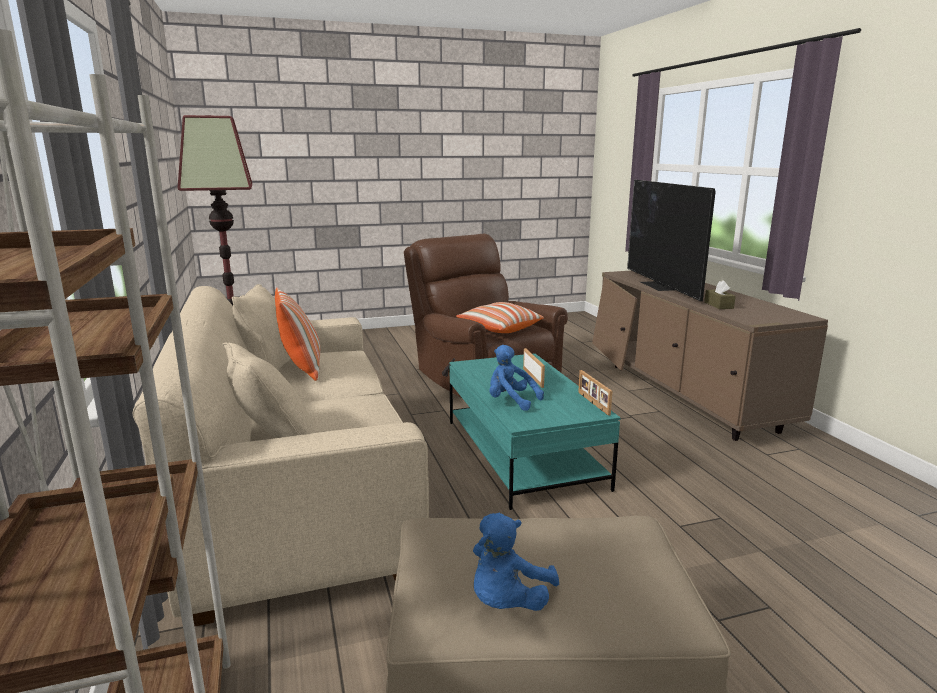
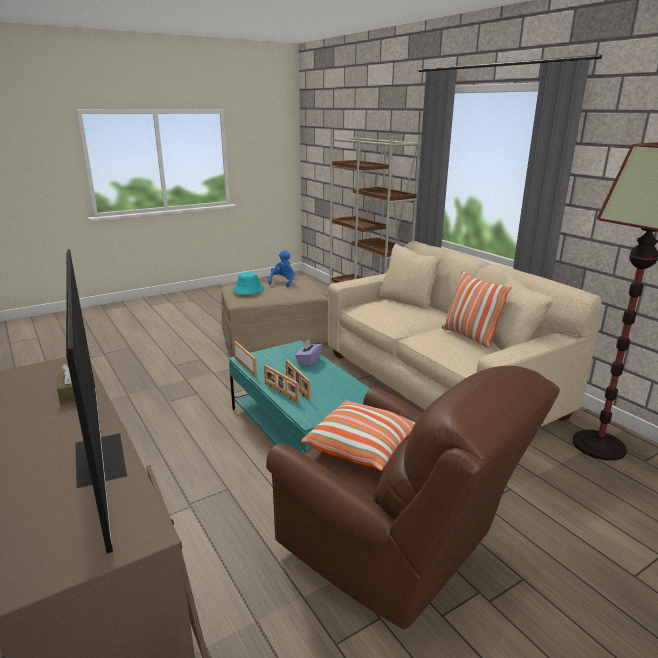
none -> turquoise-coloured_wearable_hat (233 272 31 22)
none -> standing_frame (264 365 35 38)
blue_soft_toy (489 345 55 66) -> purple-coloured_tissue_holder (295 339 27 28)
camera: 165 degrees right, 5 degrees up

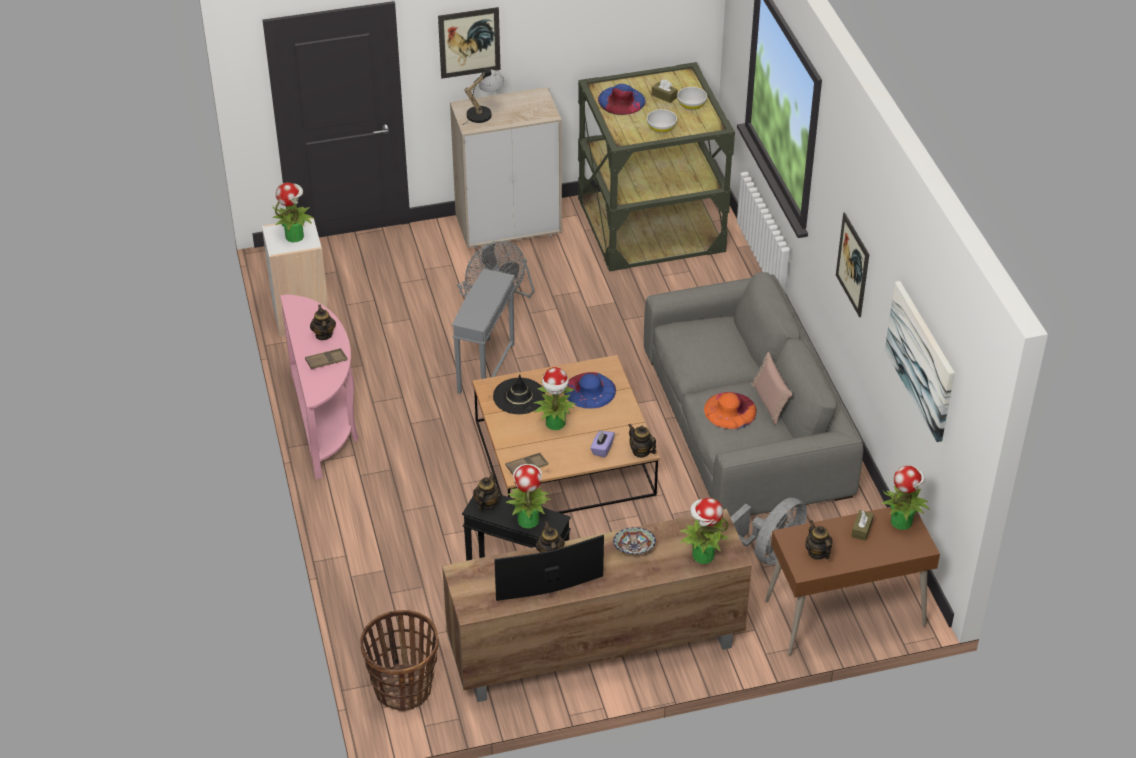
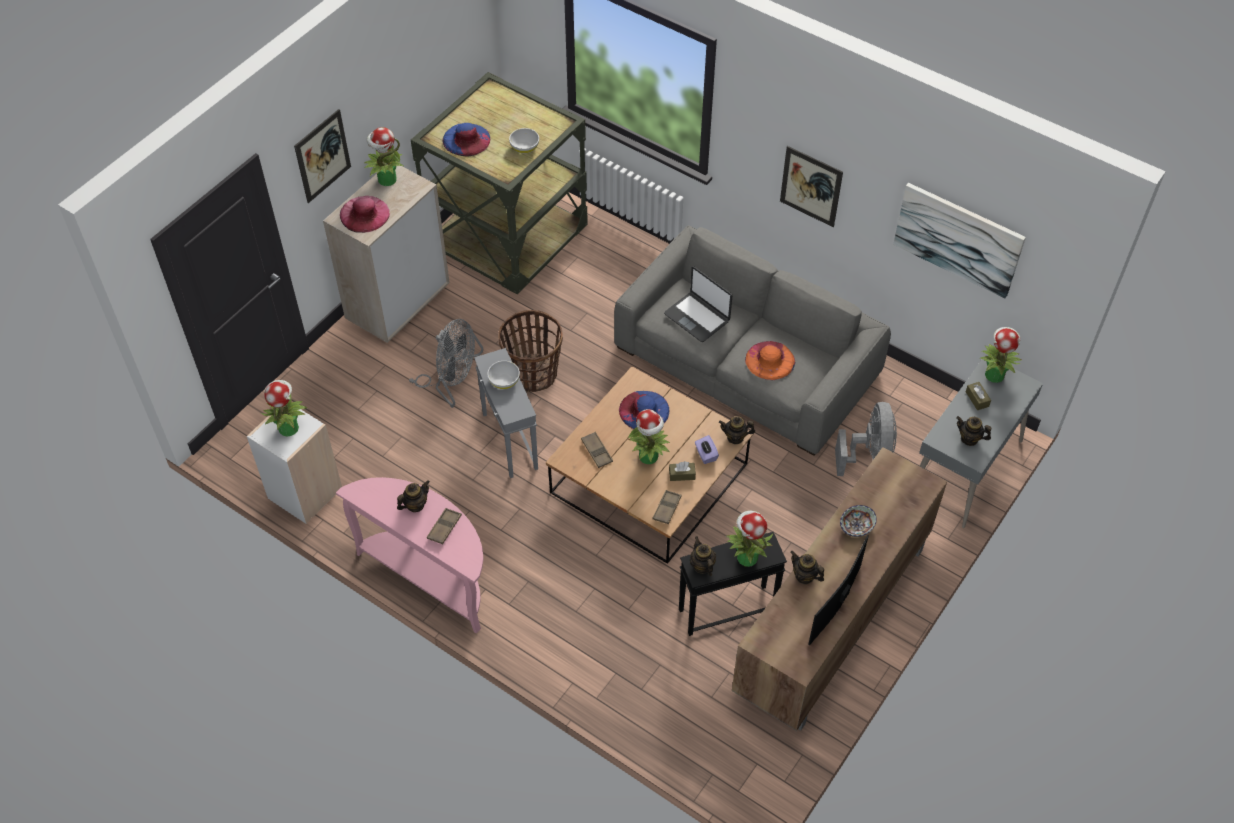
sand-coloured_pillow (750 352 42 73) -> none
none -> laptop (664 266 69 76)
household_basket (361 610 78 101) -> household_basket (498 310 65 82), move
brown-coloured_tissue_holder (652 79 26 24) -> brown-coloured_tissue_holder (669 461 27 20), move
white-coloured_bowl (677 87 30 23) -> white-coloured_bowl (487 361 33 28), move
houseplant (679 498 50 66) -> houseplant (364 127 39 59), move
tabletop_lamp (464 68 40 56) -> pink-coloured_wearable_hat (340 196 50 37)
blackish_wearable_hat (493 374 52 40) -> brown-coloured_tray (581 432 32 36)
brown-coloured_desk_table (765 507 175 148) -> greyish_desk_table (919 355 124 173)
pot_for_tea (310 305 26 35) -> pot_for_tea (397 480 33 32), 105 degrees clockwise
camera: 40 degrees left, 10 degrees up

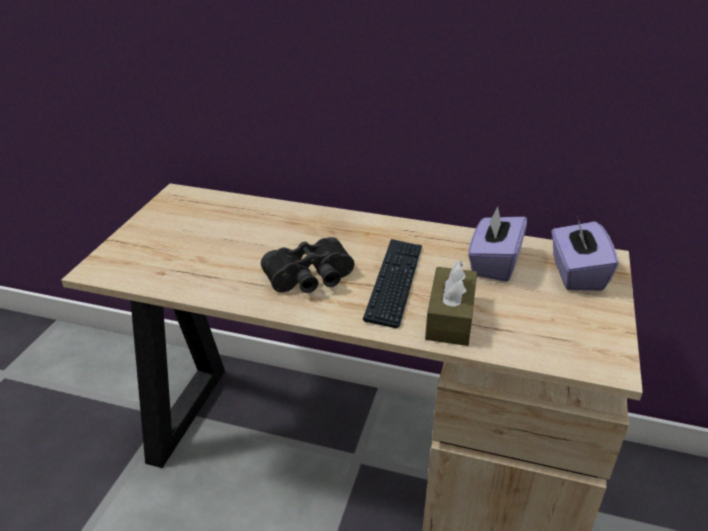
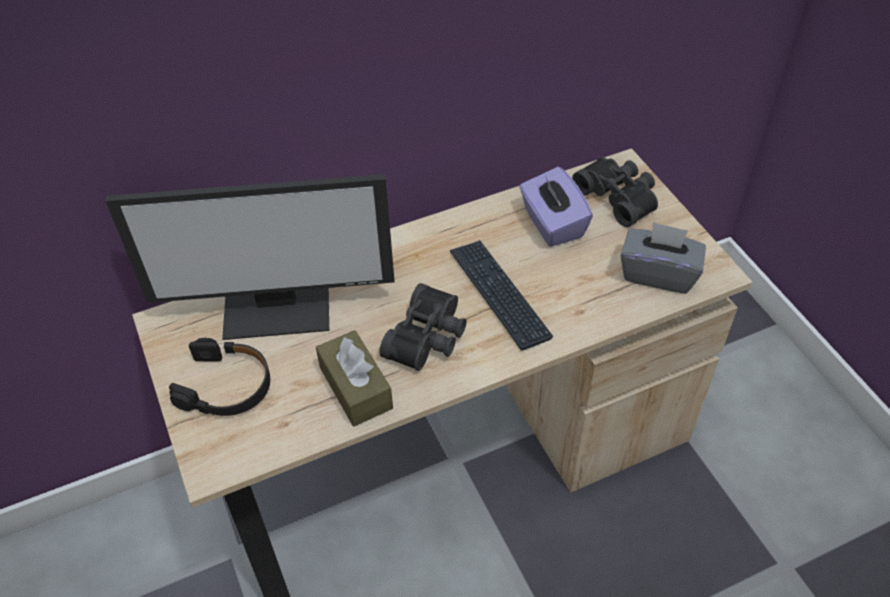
none -> monitor (105 174 290 166)
none -> blackish_headphones (169 338 101 78)
none -> greyish_tissue_holder (621 221 85 72)
brown-coloured_tissue_holder (425 260 52 86) -> brown-coloured_tissue_holder (316 330 77 96), move
purple-coloured_tissue_holder (551 216 67 75) -> blackish_binoculars (572 157 86 70)
camera: 40 degrees left, 15 degrees up

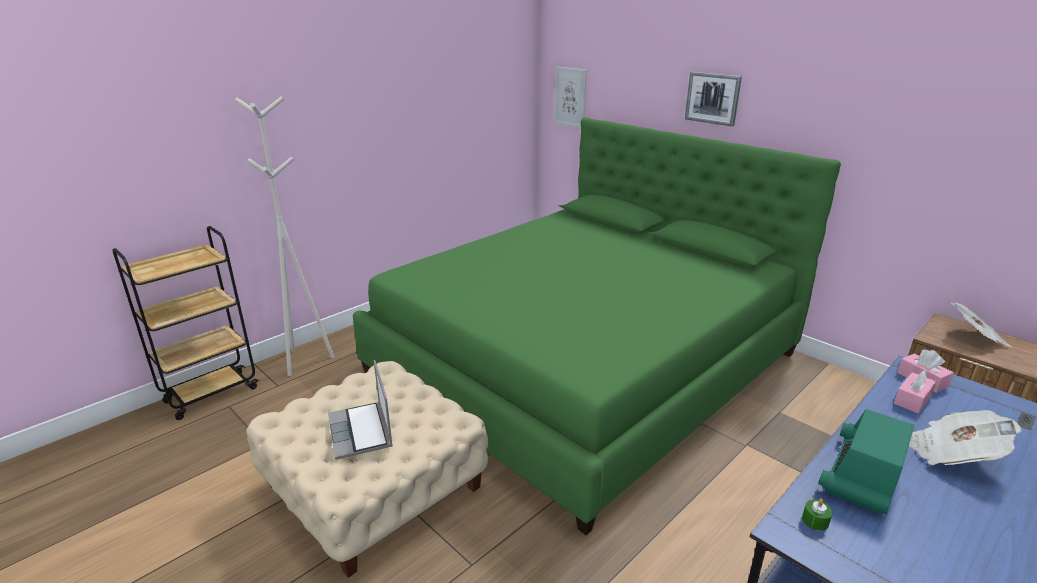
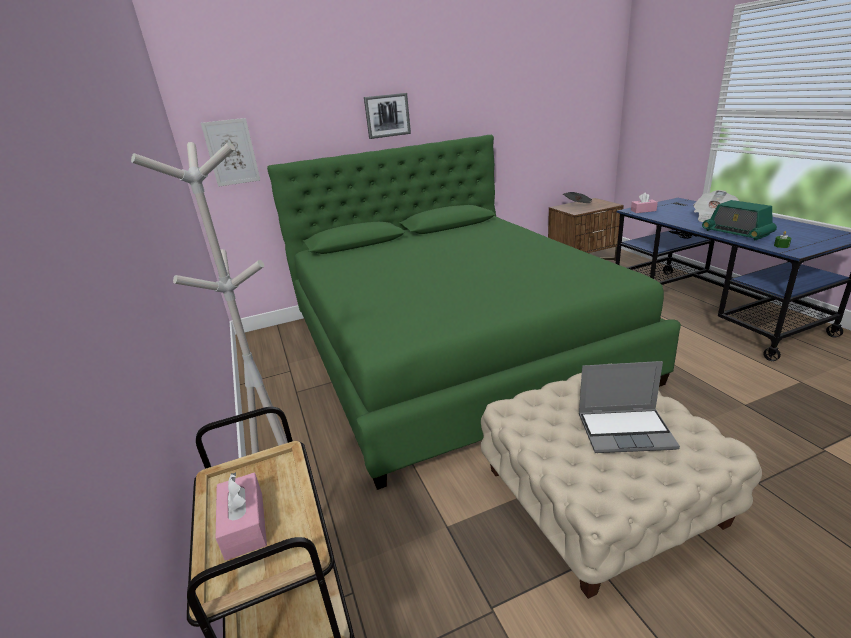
pink-coloured_tissue_holder (894 370 43 43) -> pink-coloured_tissue_holder (216 472 51 89), move
camera: 65 degrees left, 0 degrees up

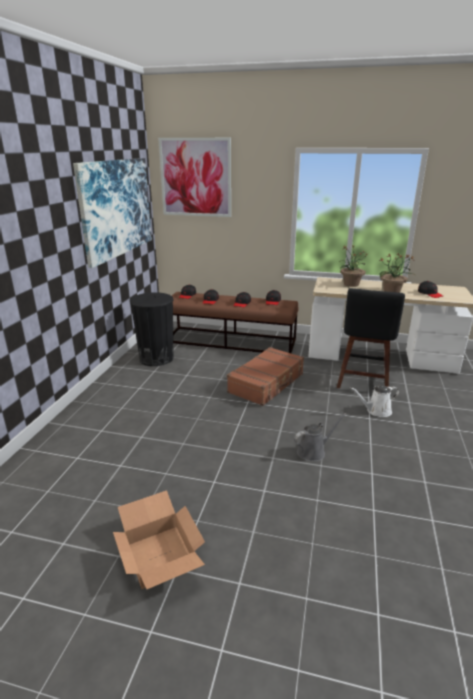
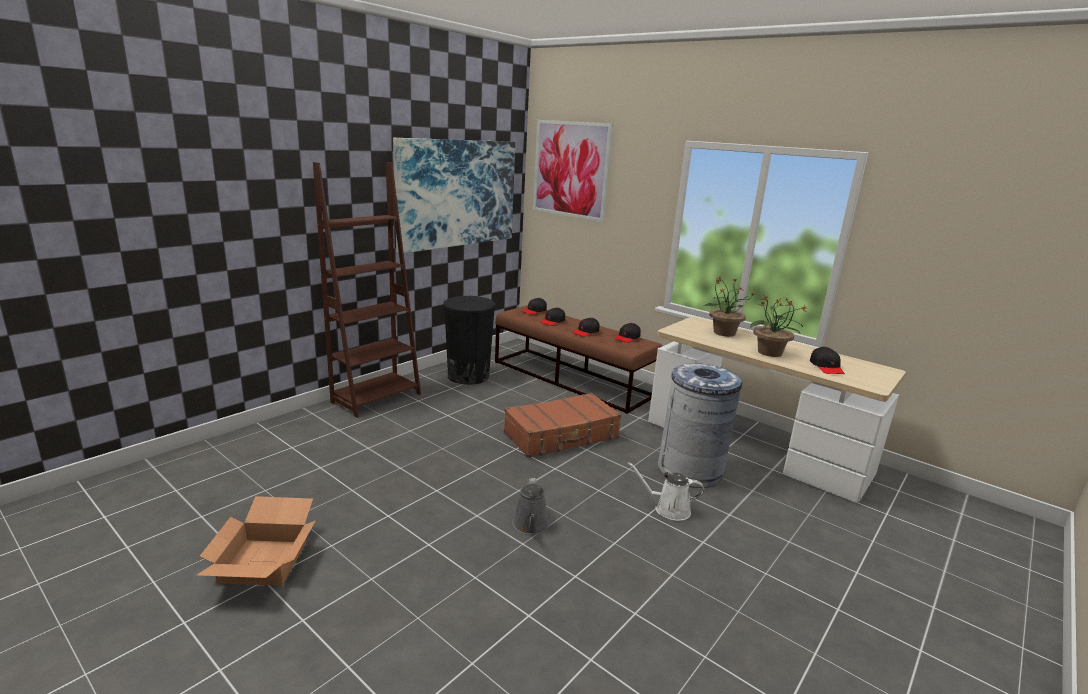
none -> brown-coloured_bookshelf (313 162 108 256)
blackish_sitting_stool (337 288 68 100) -> greyish_rubbish_bin (658 363 84 125)
greyish_watering_pot (294 413 52 48) -> greyish_watering_pot (513 478 36 57), 90 degrees clockwise
camera: 25 degrees right, 5 degrees down

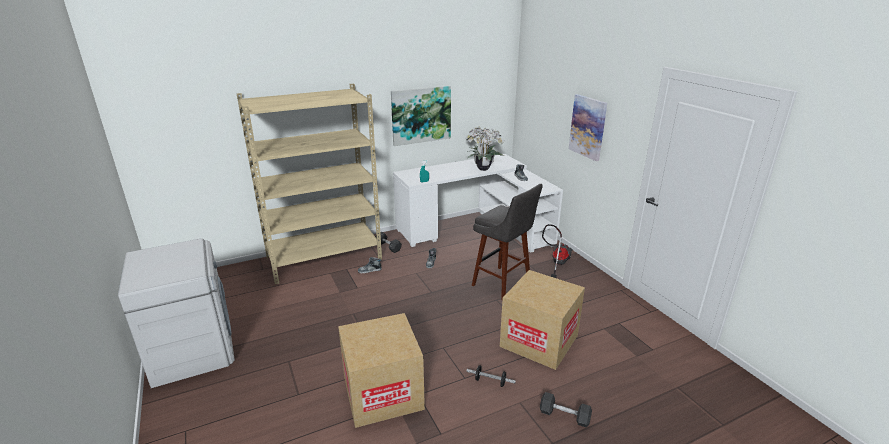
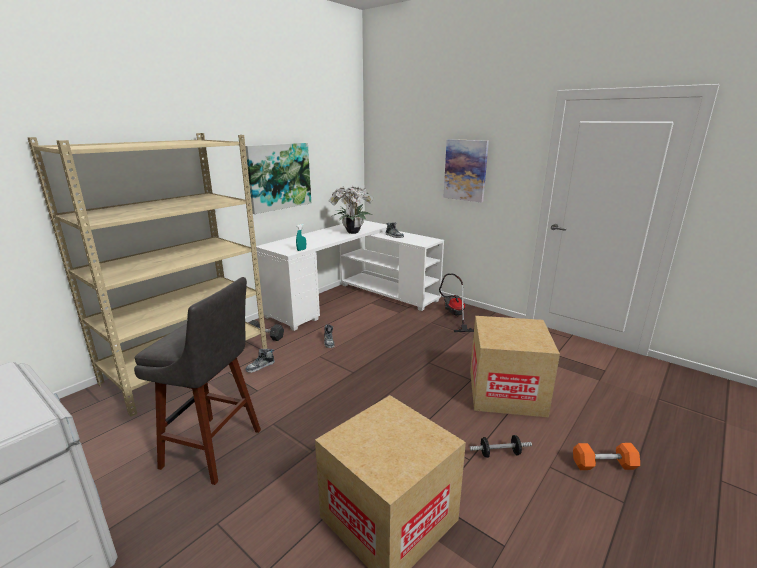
greyish_sitting_stool (472 184 71 116) -> greyish_sitting_stool (134 277 127 208), move
greyish_free_weight (540 392 52 35) -> orange-coloured_free_weight (573 443 67 27)
camera: 25 degrees left, 5 degrees down

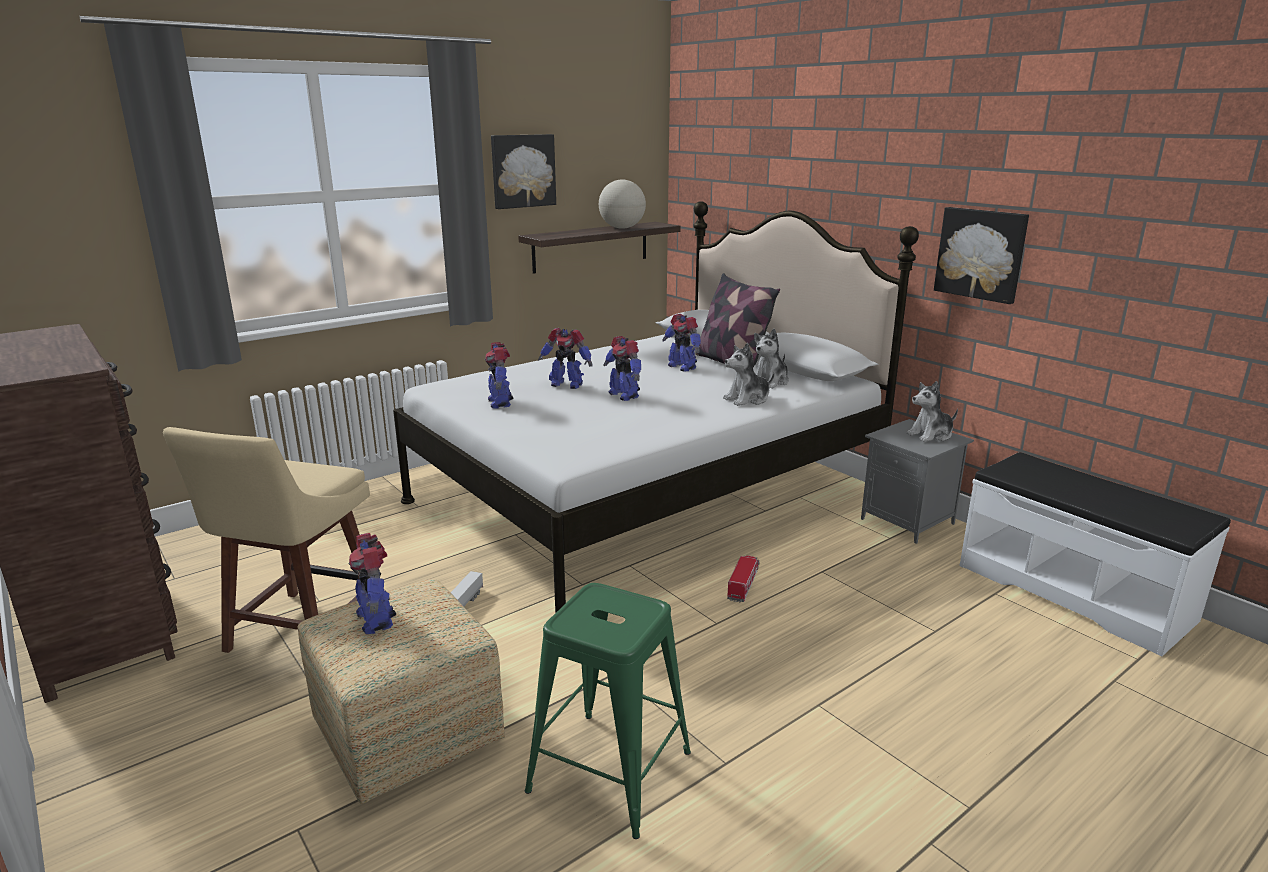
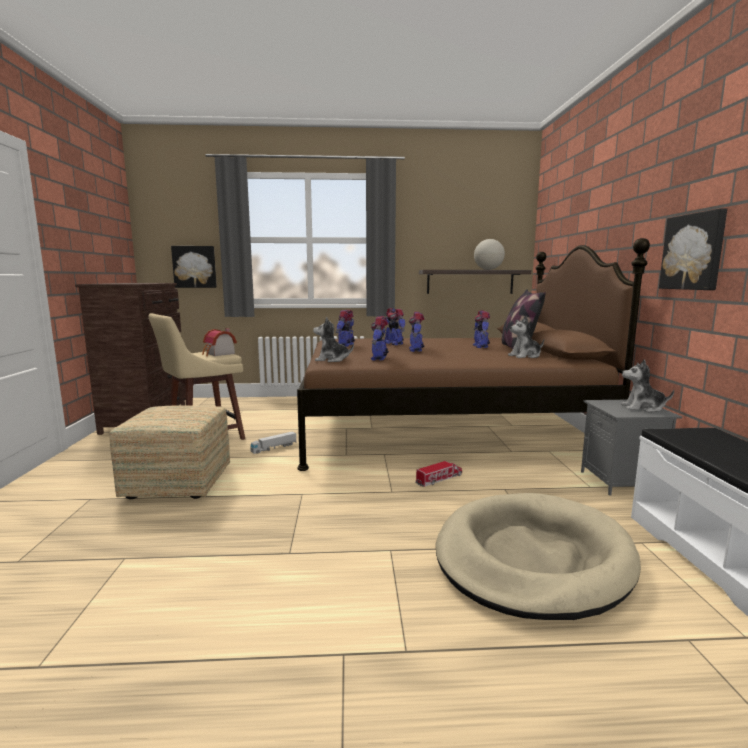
greenish_sitting_stool (525 583 166 256) -> none
none -> toy_house (202 328 35 28)
none -> sand-coloured_dog_bed (436 493 205 127)
robot_figure (348 533 48 101) -> robot_figure (371 316 18 45), move
wall_art (491 134 65 75) -> wall_art (171 246 46 42), move
soft_toy (723 343 52 63) -> soft_toy (313 317 41 45), move
white-coloured_bedroom_bed (393 201 526 412) -> brown-coloured_bedroom_bed (297 238 353 233)
camera: 35 degrees right, 10 degrees down

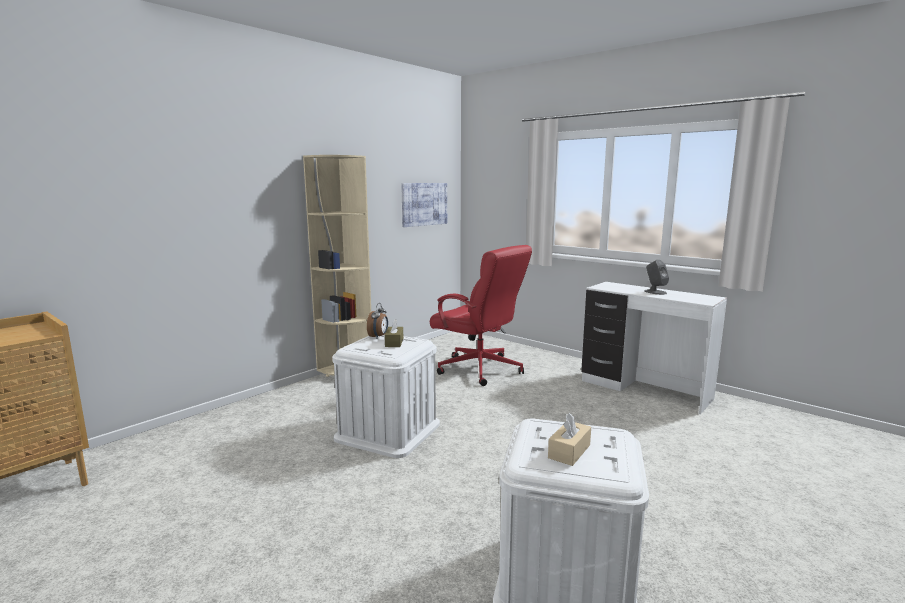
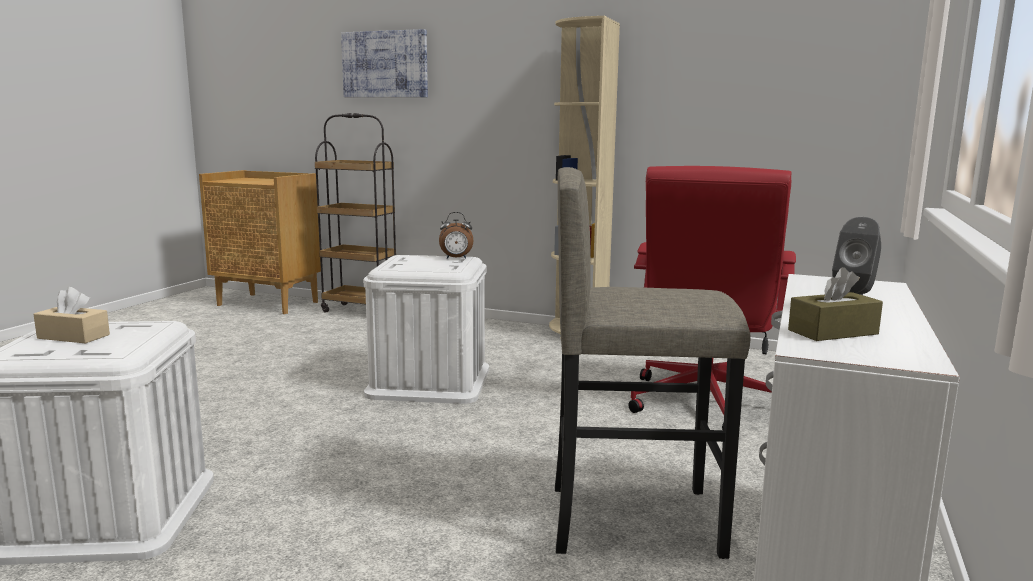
none -> brown-coloured_wheeled_cart (315 113 81 200)
none -> greyish_sitting_stool (555 167 196 392)
brown-coloured_tissue_holder (385 319 18 28) -> brown-coloured_tissue_holder (788 267 95 74), move
wall_art (401 183 46 44) -> wall_art (341 29 87 69), move
camera: 70 degrees right, 0 degrees up

